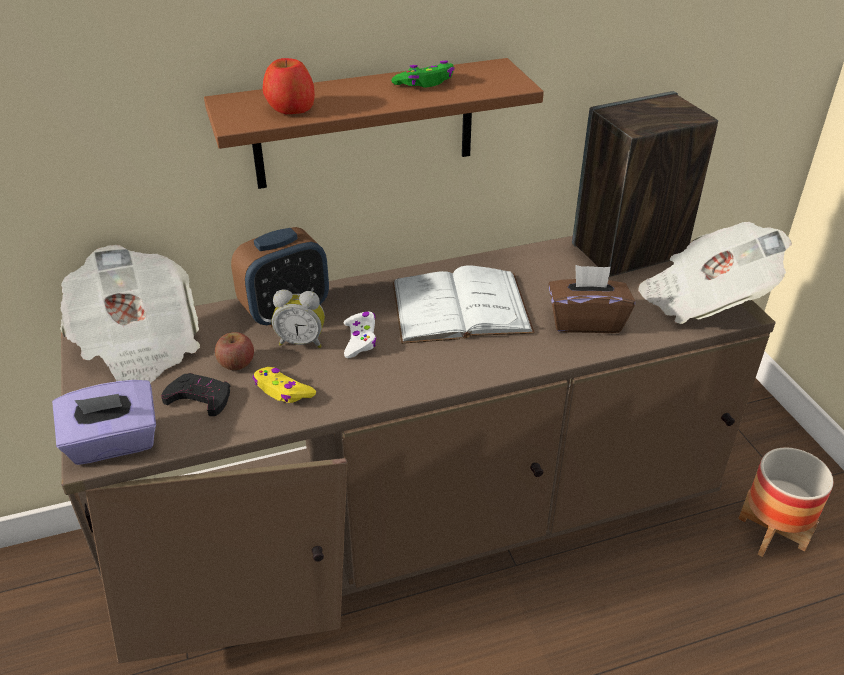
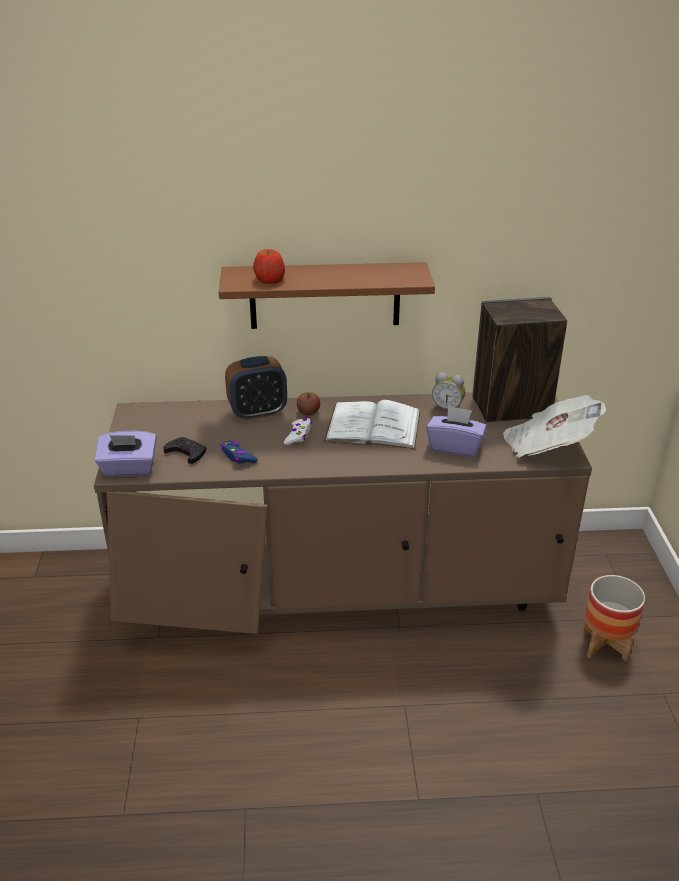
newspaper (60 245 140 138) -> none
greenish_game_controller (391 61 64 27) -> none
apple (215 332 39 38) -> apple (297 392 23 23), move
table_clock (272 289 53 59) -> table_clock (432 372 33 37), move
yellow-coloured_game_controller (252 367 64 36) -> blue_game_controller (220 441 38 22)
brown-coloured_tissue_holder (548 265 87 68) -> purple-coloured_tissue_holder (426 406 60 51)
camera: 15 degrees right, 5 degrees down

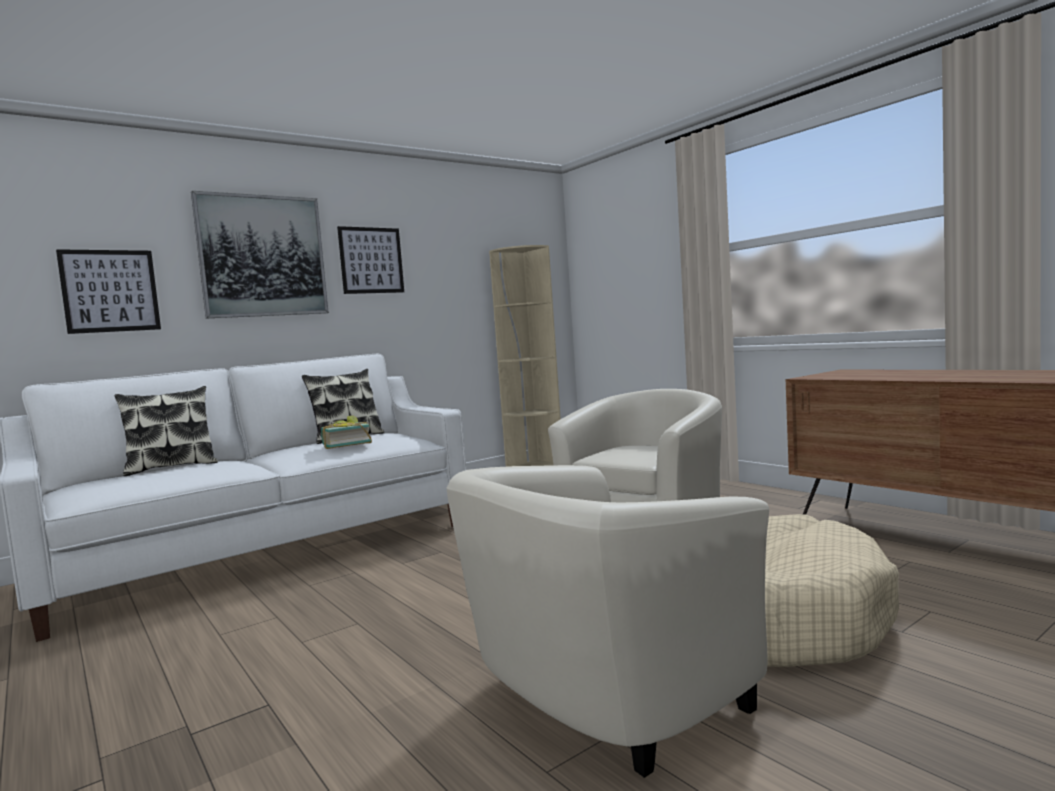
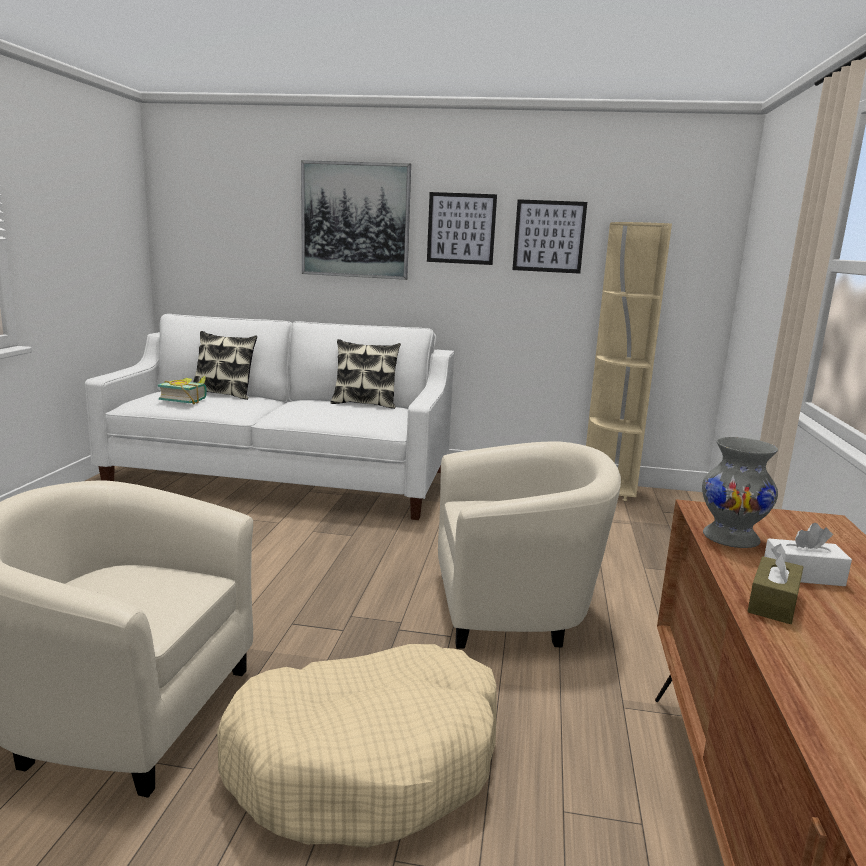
none -> greyish_decorative_vase (702 437 76 111)
none -> brown-coloured_tissue_holder (747 544 56 80)
none -> white-coloured_tissue_holder (764 523 88 63)
wall_art (56 249 105 85) -> wall_art (512 199 75 75), move
volume (321 415 51 34) -> volume (158 375 49 29), move
camera: 45 degrees right, 10 degrees up

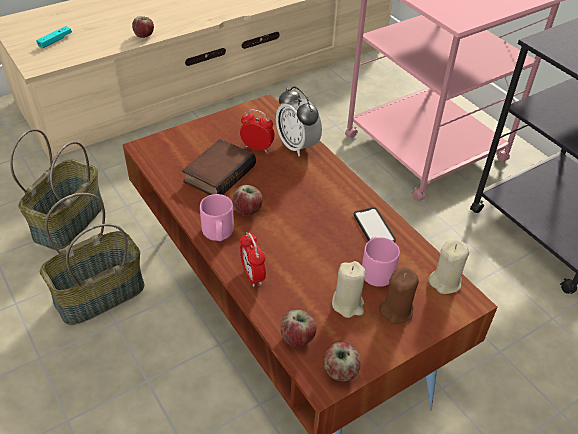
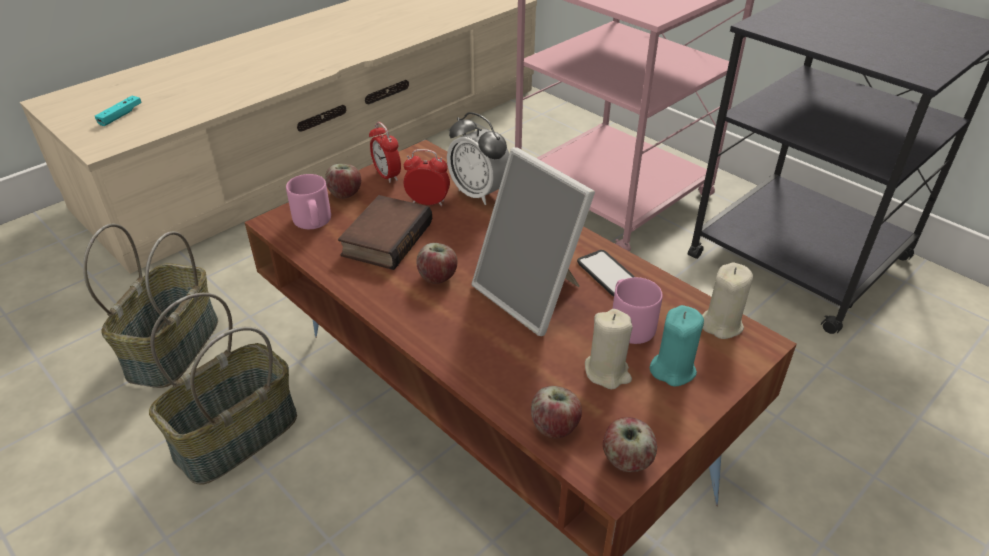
none -> standing_frame (471 147 124 189)
apple (132 16 22 22) -> apple (325 164 36 35), move
pink-coloured_mug (200 194 34 47) -> pink-coloured_mug (286 174 45 55), move
table_clock (240 232 26 55) -> table_clock (369 122 32 61), move
brown-coloured_wax_candle (379 267 40 57) -> turquoise-coloured_wax_candle (650 305 54 82)
camera: 10 degrees left, 5 degrees down

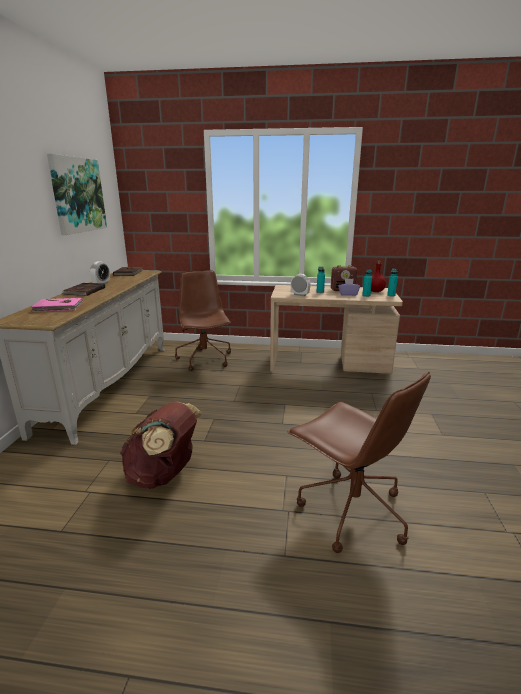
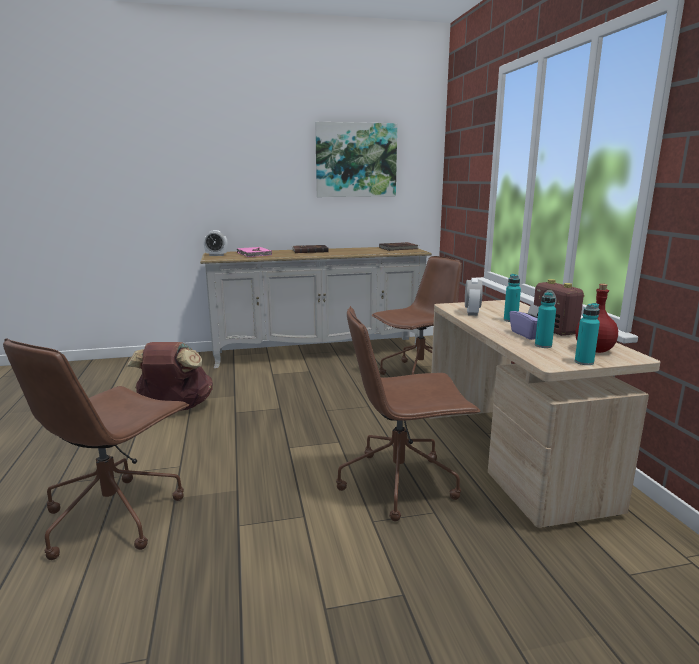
none -> brown-coloured_office_chair (336 306 144 215)
table_clock (90 261 20 23) -> table_clock (204 230 24 26), move
camera: 70 degrees right, 5 degrees down

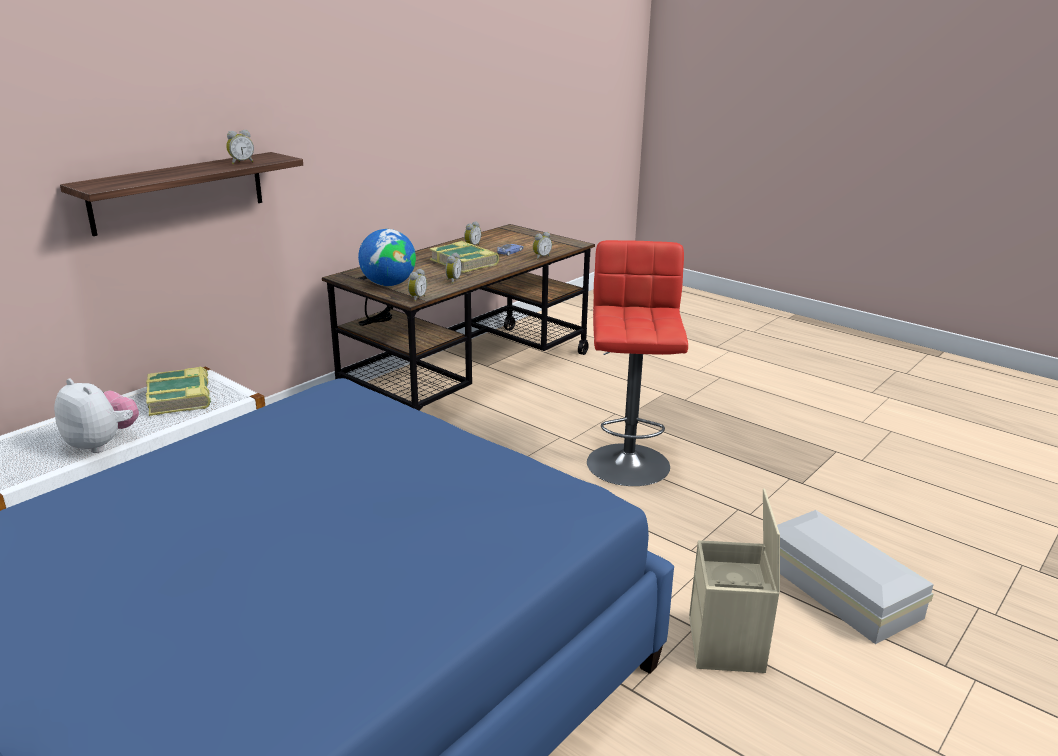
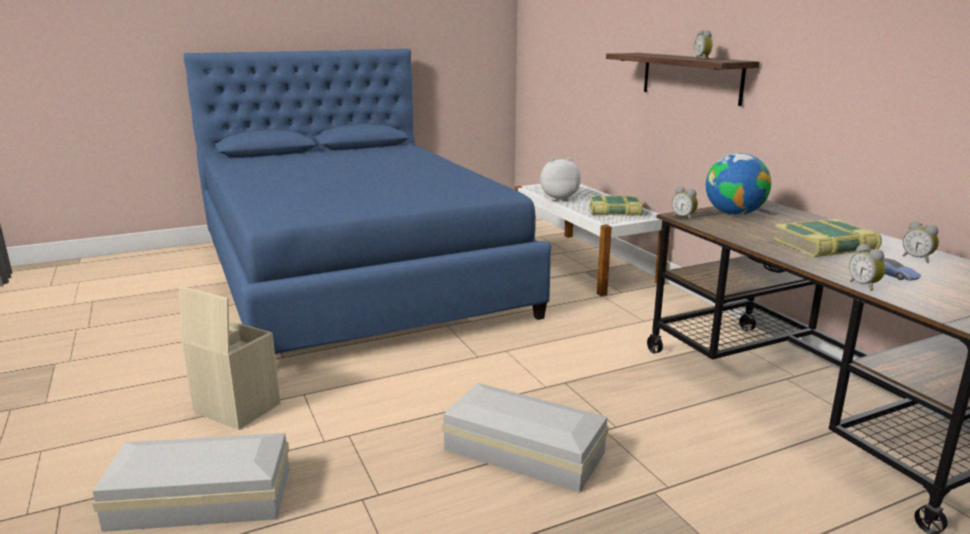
table_clock (446 253 16 31) -> none
reddish_sitting_stool (587 240 101 246) -> white-coloured_storage_box (442 383 167 110)
soft_toy (54 378 85 75) -> soft_toy (540 158 41 43), 150 degrees counterclockwise
camera: 115 degrees right, 5 degrees down

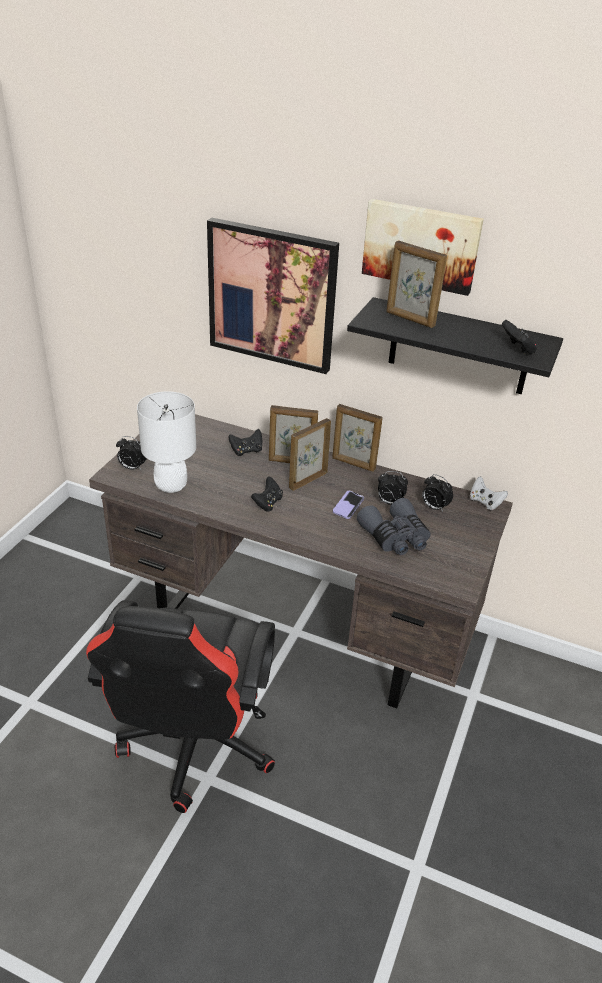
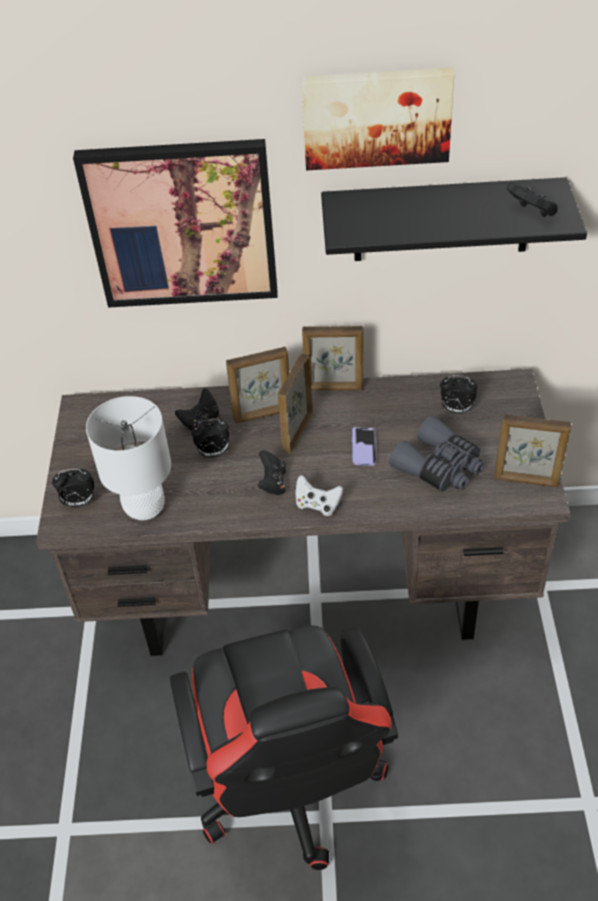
table_clock (378 471 30 34) -> table_clock (191 418 38 39), move
standing_frame (386 241 61 87) -> standing_frame (494 414 77 73), move
white-coloured_game_controller (470 476 38 34) -> white-coloured_game_controller (295 475 48 41), move
camera: 20 degrees left, 10 degrees up

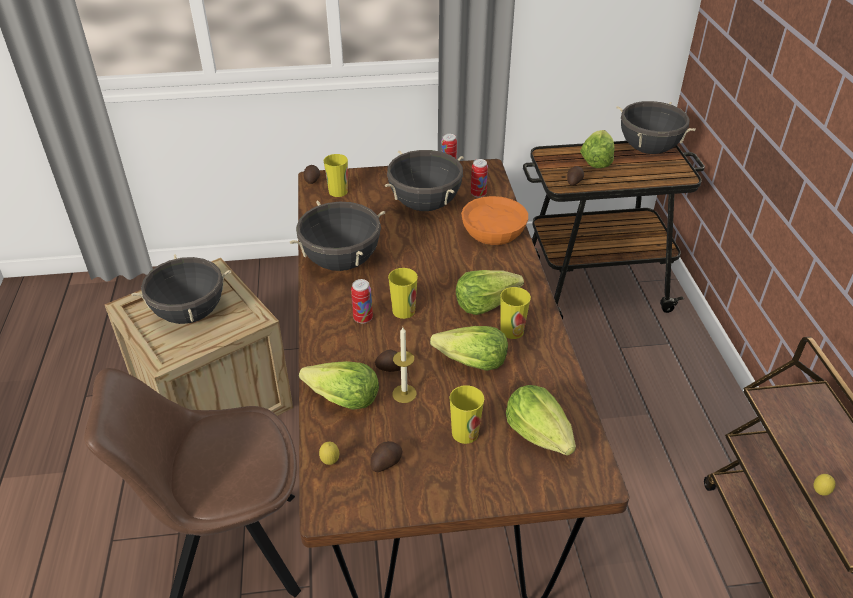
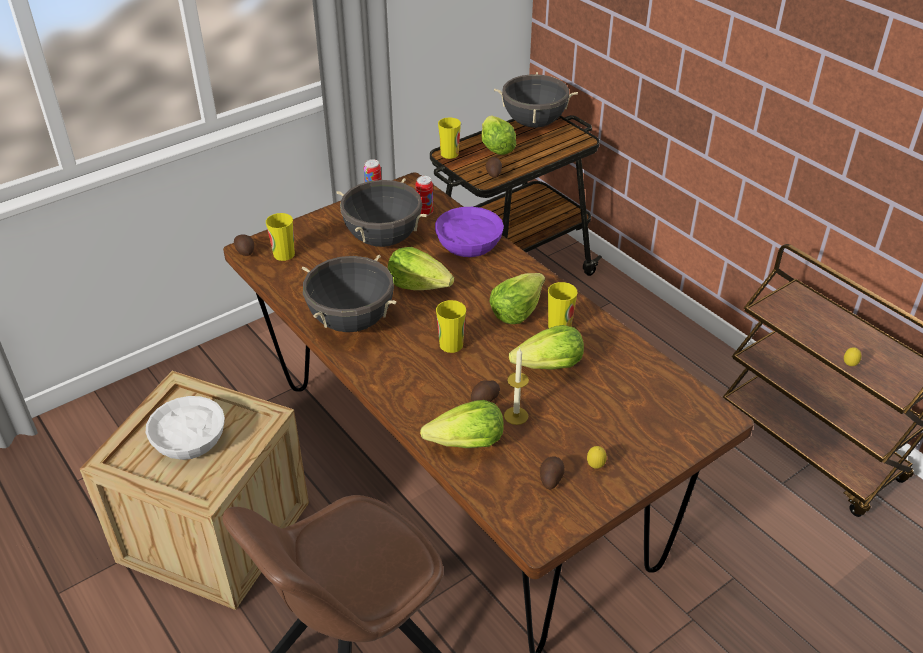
sealed_can (351 279 22 45) -> none
citrus_fruit (319 442 20 23) -> citrus_fruit (587 446 20 23), move
small_cup (449 385 35 59) -> small_cup (438 118 23 41), move
head_of_lettuce (506 385 70 71) -> head_of_lettuce (388 247 66 43), move
blackish_saucepot (131 254 100 70) -> white-coloured_bowl (146 396 79 64)
orange-coloured_bowl (461 196 67 49) -> purple-coloured_bowl (435 207 69 50)
camera: 30 degrees left, 0 degrees up

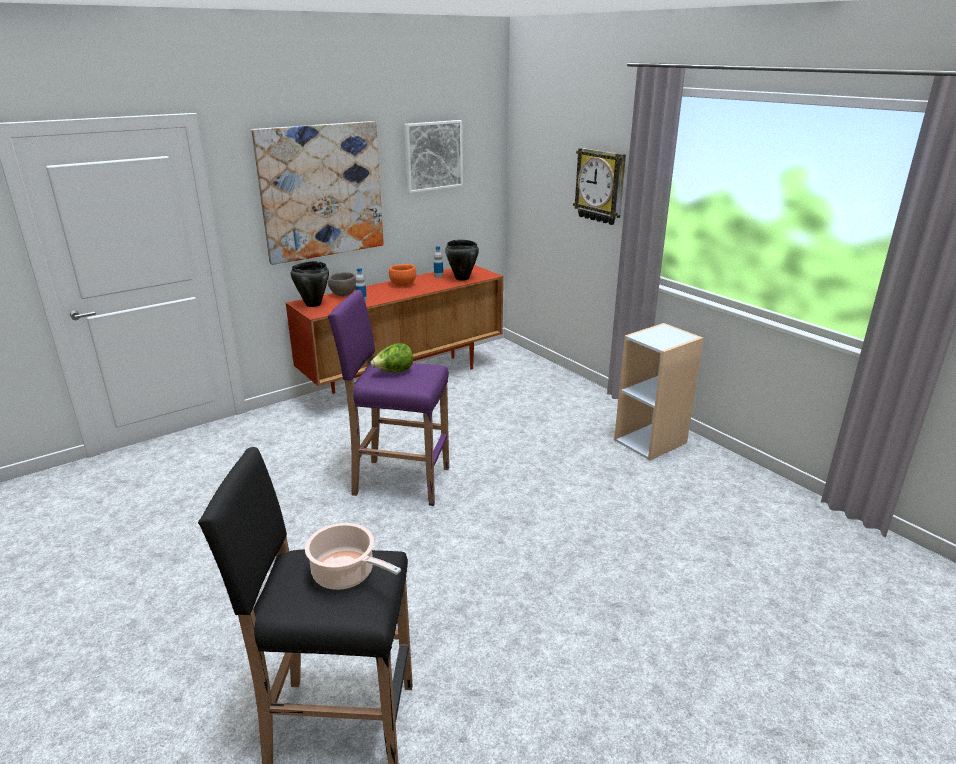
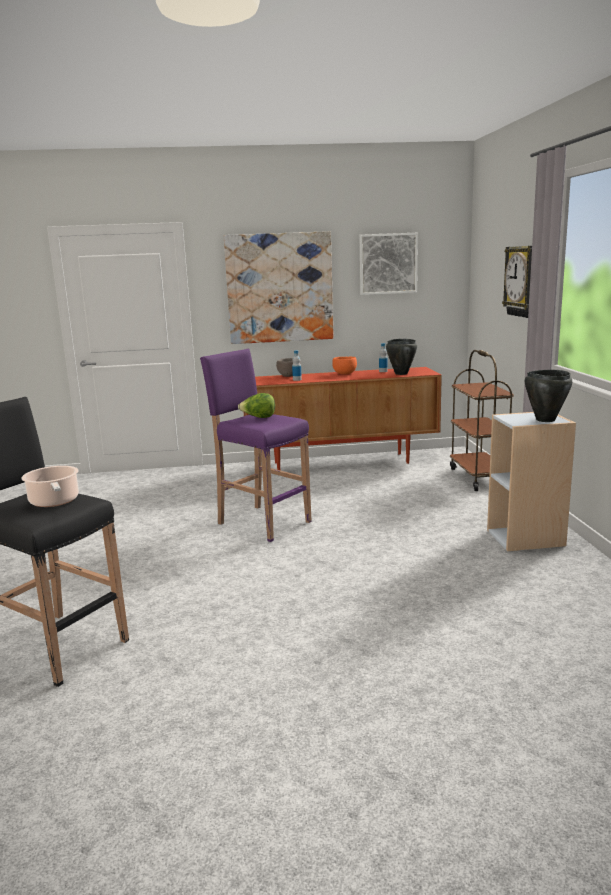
none -> brown-coloured_wheeled_cart (450 350 64 141)
blackish_saucepot (290 261 39 46) -> blackish_saucepot (525 370 47 52), move
camera: 30 degrees right, 10 degrees down

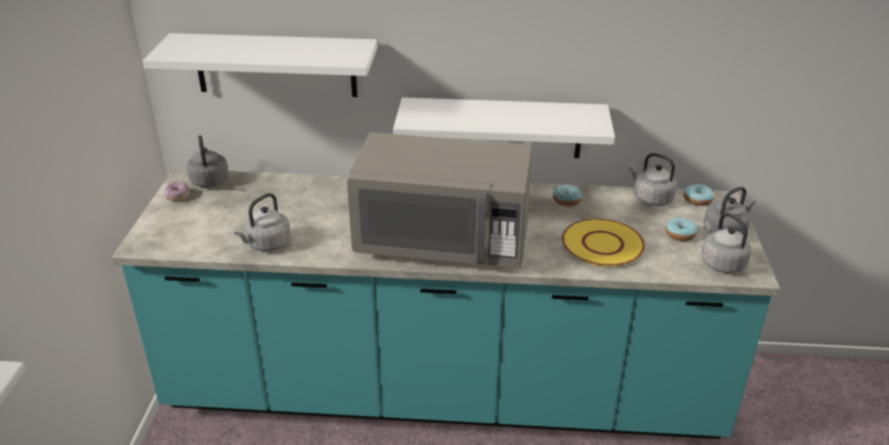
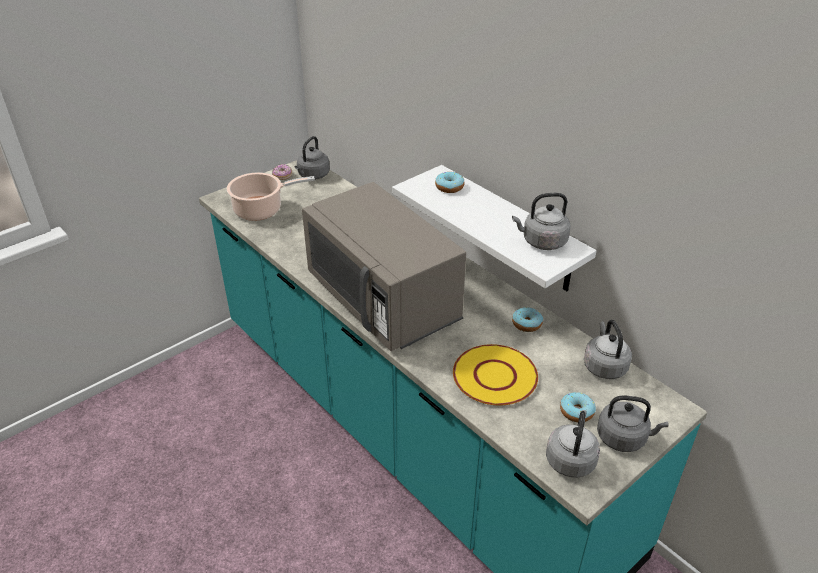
white-coloured_shelf (143 33 235 64) -> none
none -> saucepot (227 172 88 49)
greyish_water_kettle (234 193 57 58) -> greyish_water_kettle (512 193 59 57), move
donut (684 184 30 22) -> donut (435 172 29 21), move
camera: 45 degrees right, 5 degrees up

